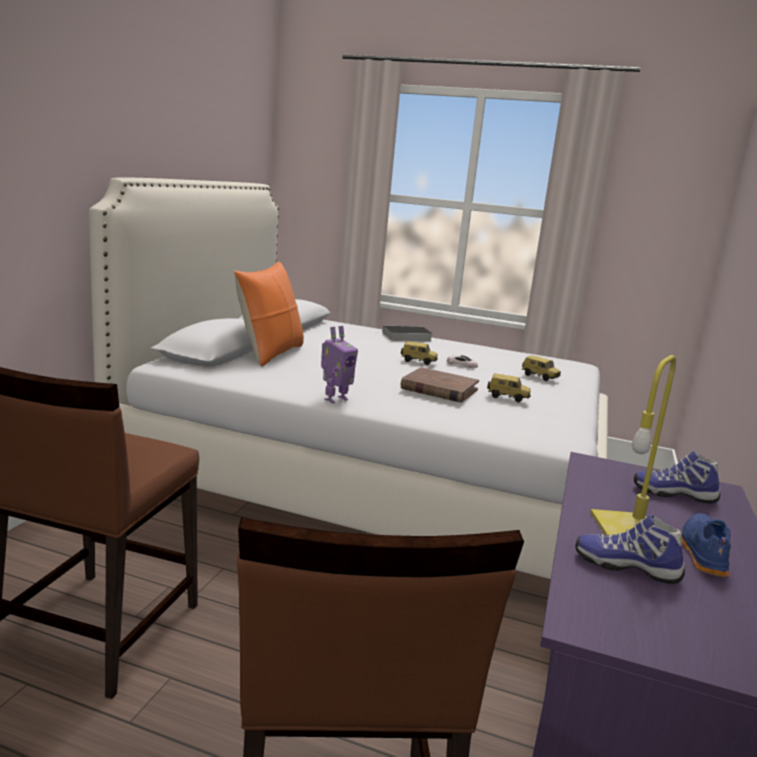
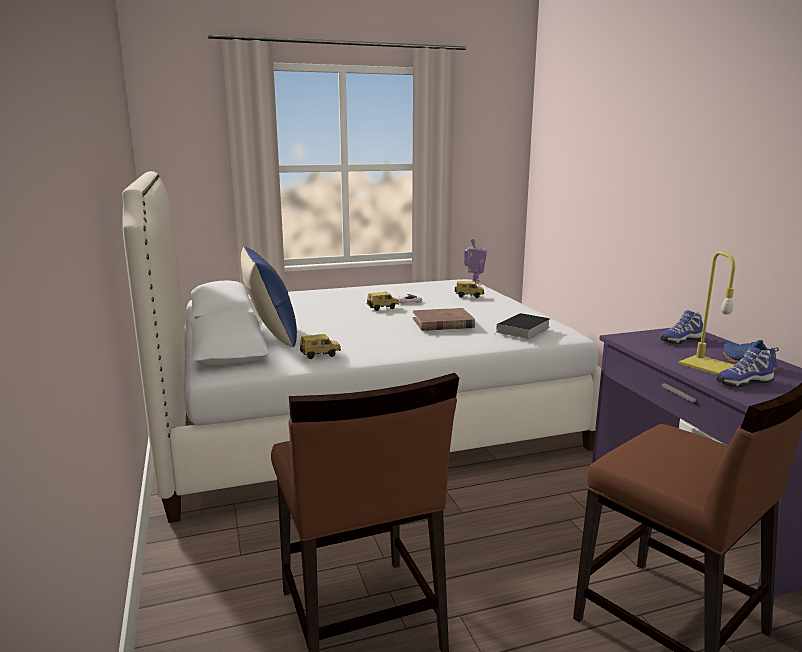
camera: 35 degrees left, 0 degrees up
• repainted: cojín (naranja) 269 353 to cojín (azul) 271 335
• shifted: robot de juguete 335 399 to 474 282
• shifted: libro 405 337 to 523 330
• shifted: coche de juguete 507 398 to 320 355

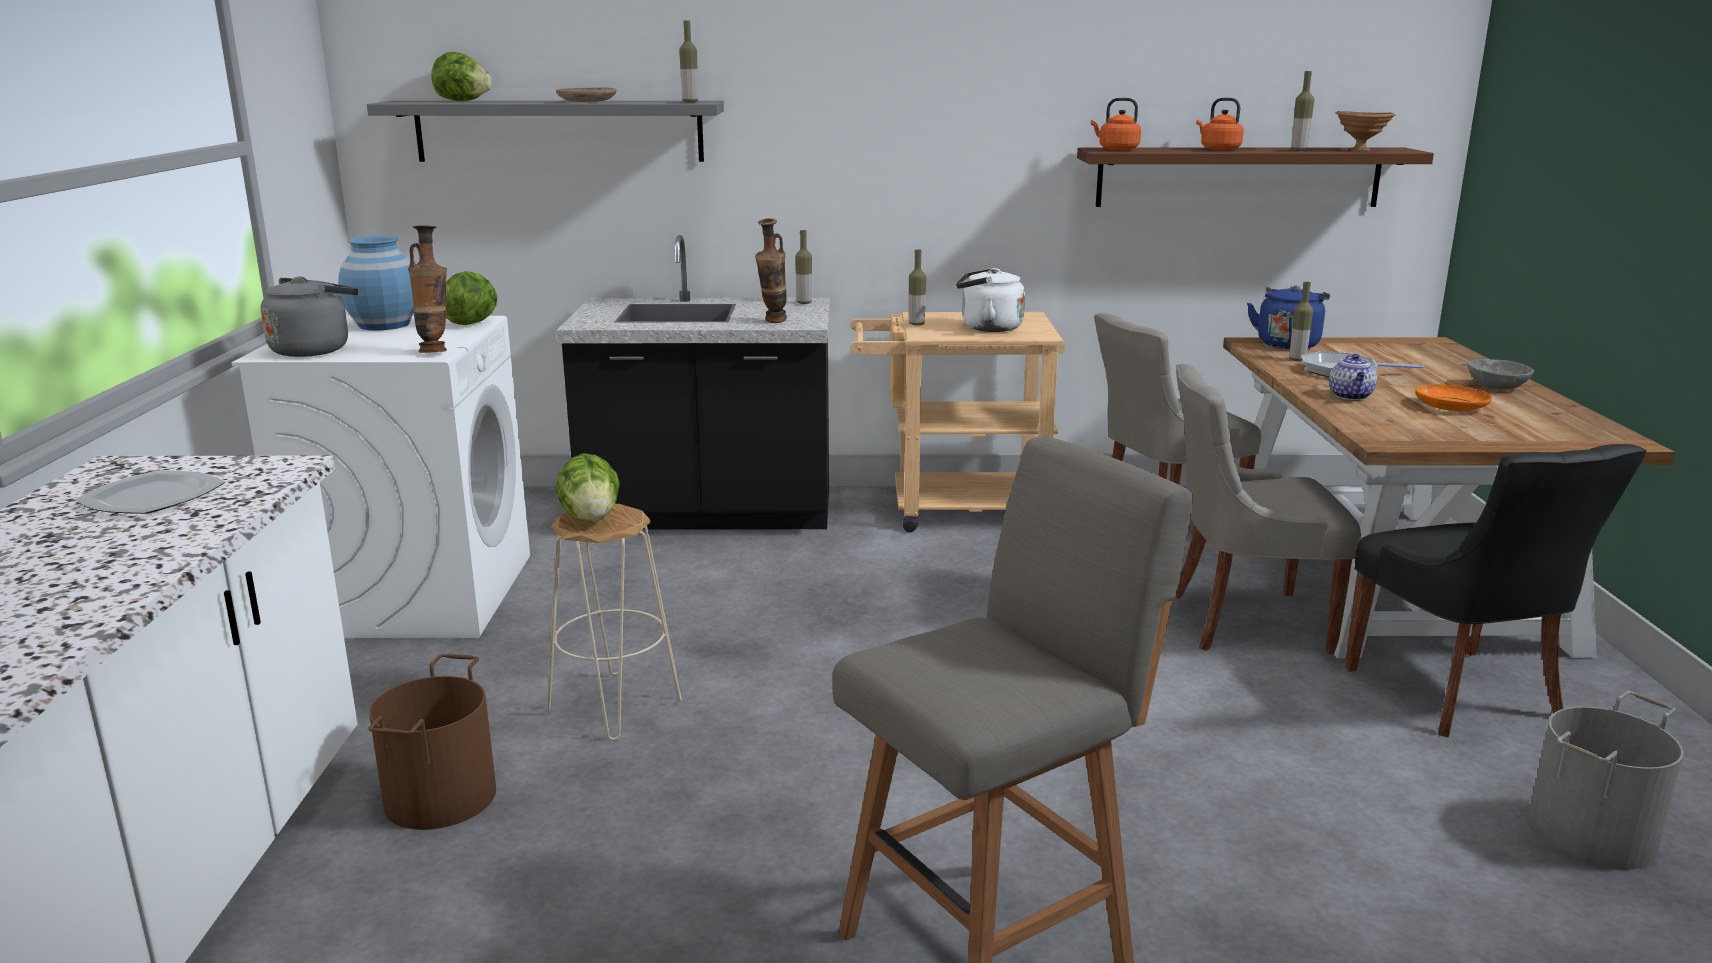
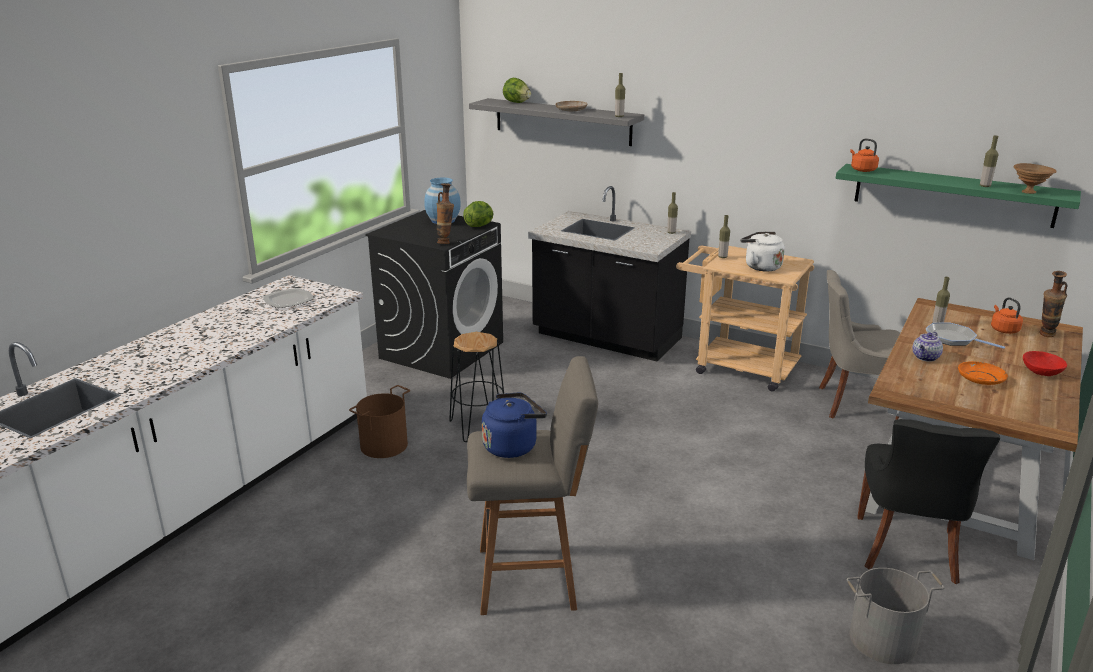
camera: 30 degrees right, 5 degrees up
• repainted: lavadora (blanco) 416 594 to lavadora (negro) 442 350
• gone: hervidor (gris) 314 350
• repainted: taburete (beis) 616 706 to taburete (negro) 479 427
• gone: lechuga 591 518
• shifted: florero 773 322 to 1045 336
• repainted: estante (marrón) 1238 177 to estante (verde) 953 195
• gone: silla (gris) 1244 621
• shifted: hervidor (naranja) 1218 149 to 1003 329
• shifted: hervidor (azul) 1288 344 to 512 446
• repainted: cuenco (gris) 1495 387 to cuenco (rojo) 1040 372

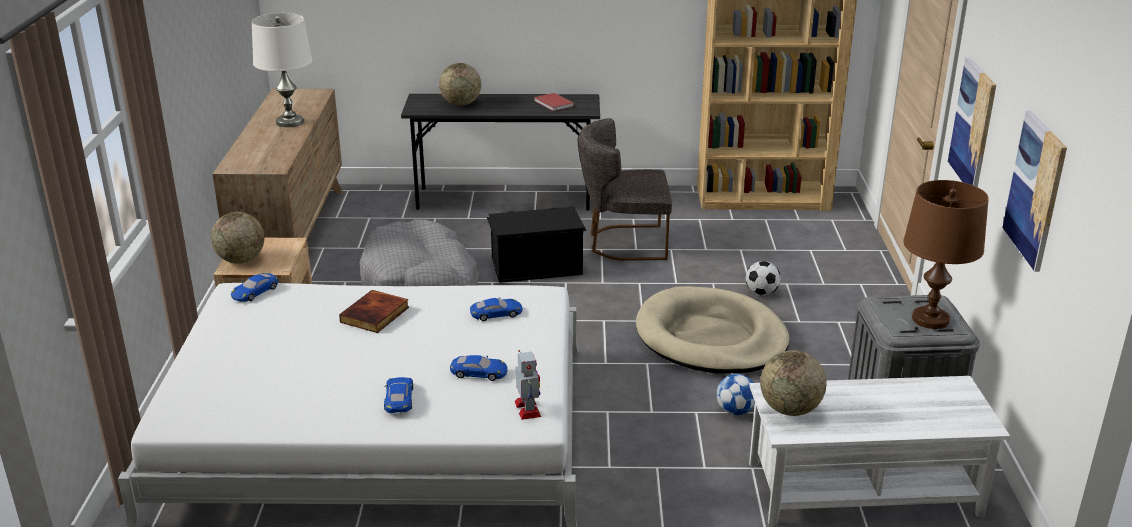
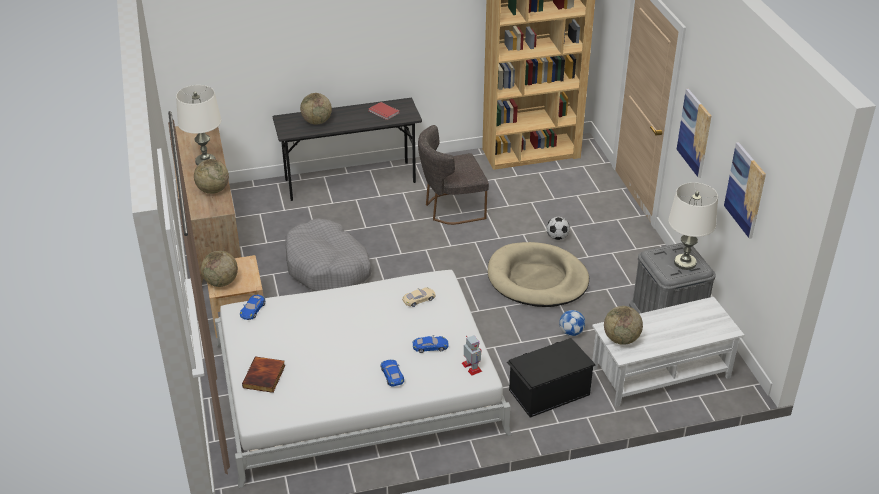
camera: 15 degrees left, 10 degrees up
• shifted: libro 375 315 to 265 377
• repainted: coche de juguete (azul) 496 313 to coche de juguete (beis) 419 299
• shifted: caja de almacenaje (negro) 535 266 to 548 392
• repainted: lámpara de mesa (marrón) 930 319 to lámpara de mesa (blanco) 685 263
• new: globo terráqueo 213 190

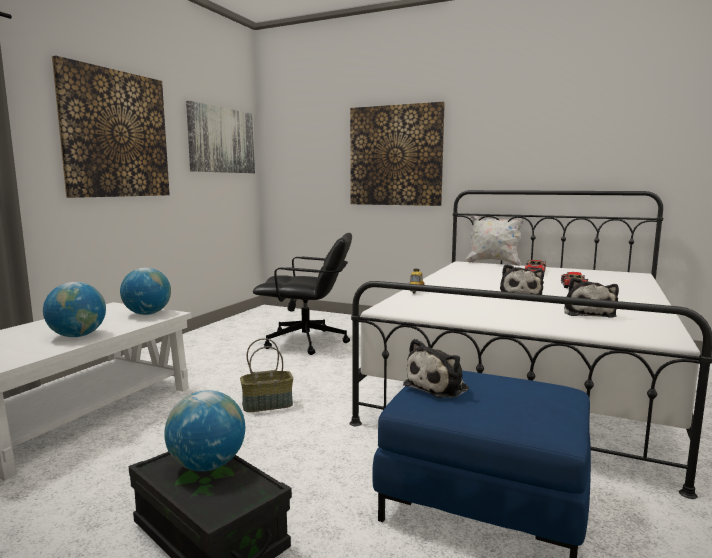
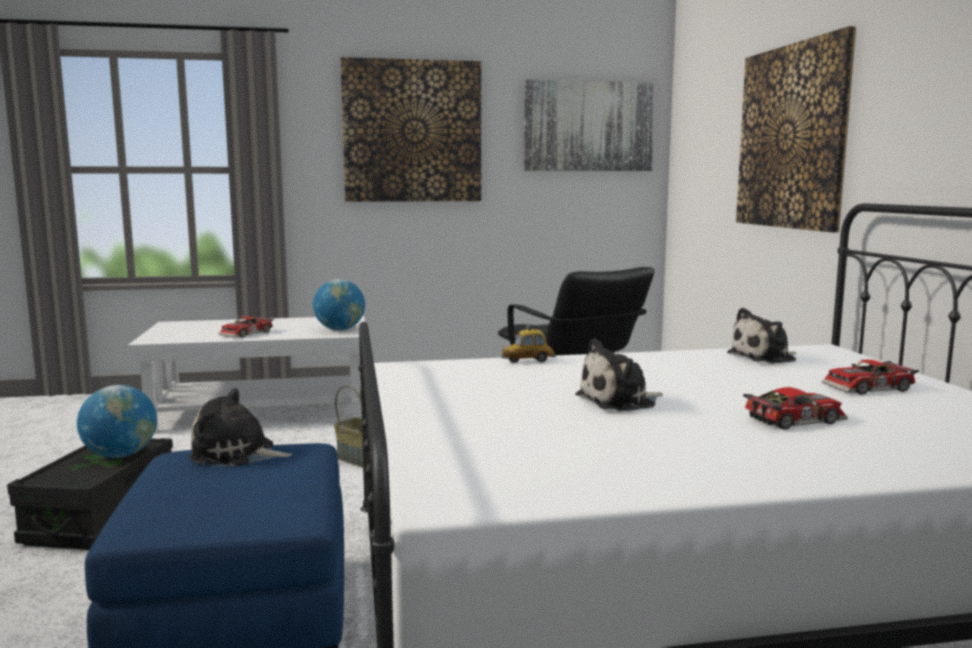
camera: 55 degrees right, 0 degrees up
• swapped: globo terráqueo 78 336 to coche de juguete 248 334
• gone: cojín (blanco) 493 263
• shifted: peluche 588 313 to 765 357

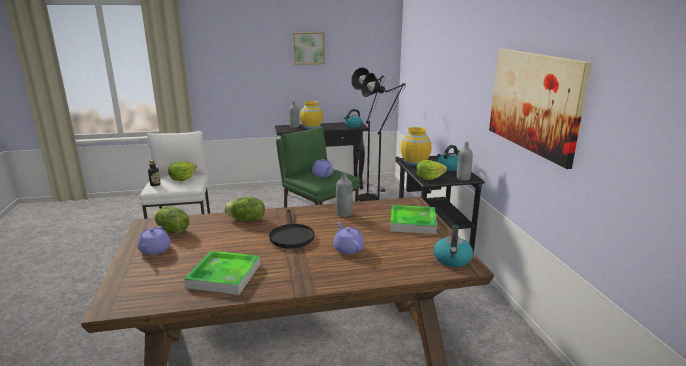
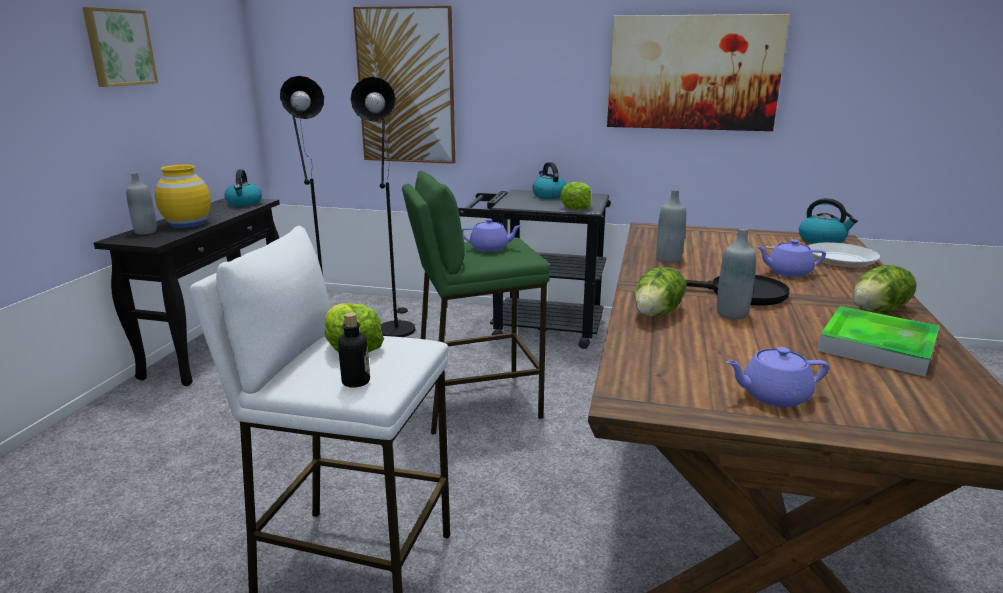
camera: 65 degrees left, 0 degrees up
• rotated: tetera (morado) 154 250 = 773 396 150 degrees clockwise
• shifted: lechuga 172 231 to 879 310
• gone: bandeja 412 222
• gone: florero (amarillo) 415 163
• shifted: botella (gris) 463 178 to 731 314
• new: cuadro 406 86
• new: sartén 835 259

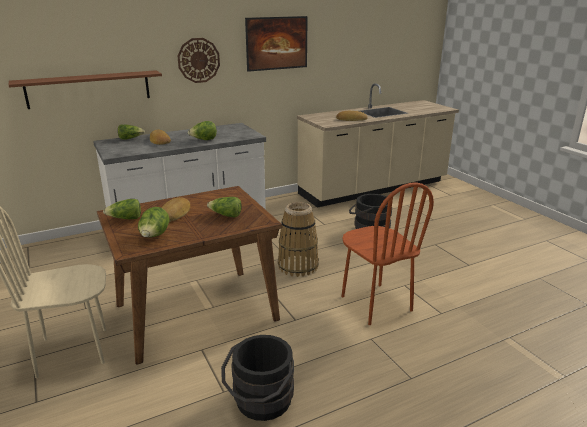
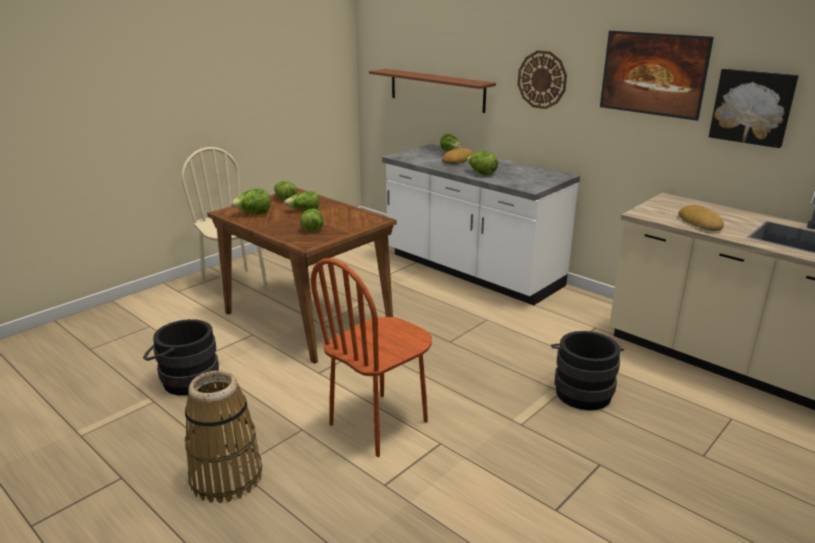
camera: 70 degrees right, 0 degrees up
• swapped: pan 174 214 to lechuga 304 210
• shifted: cesta 298 266 to 226 477
• new: cuadro 752 107

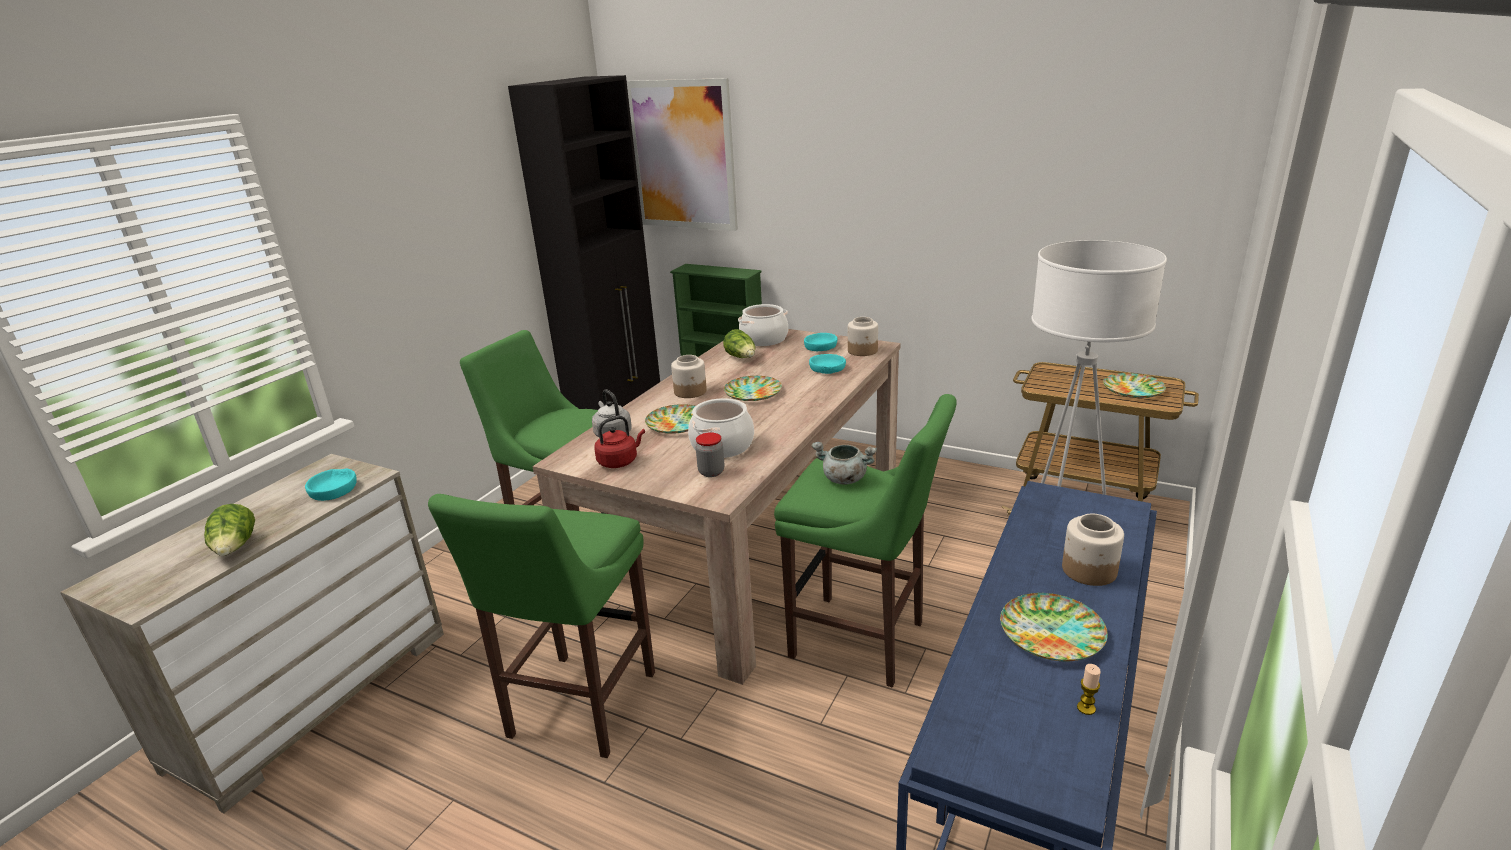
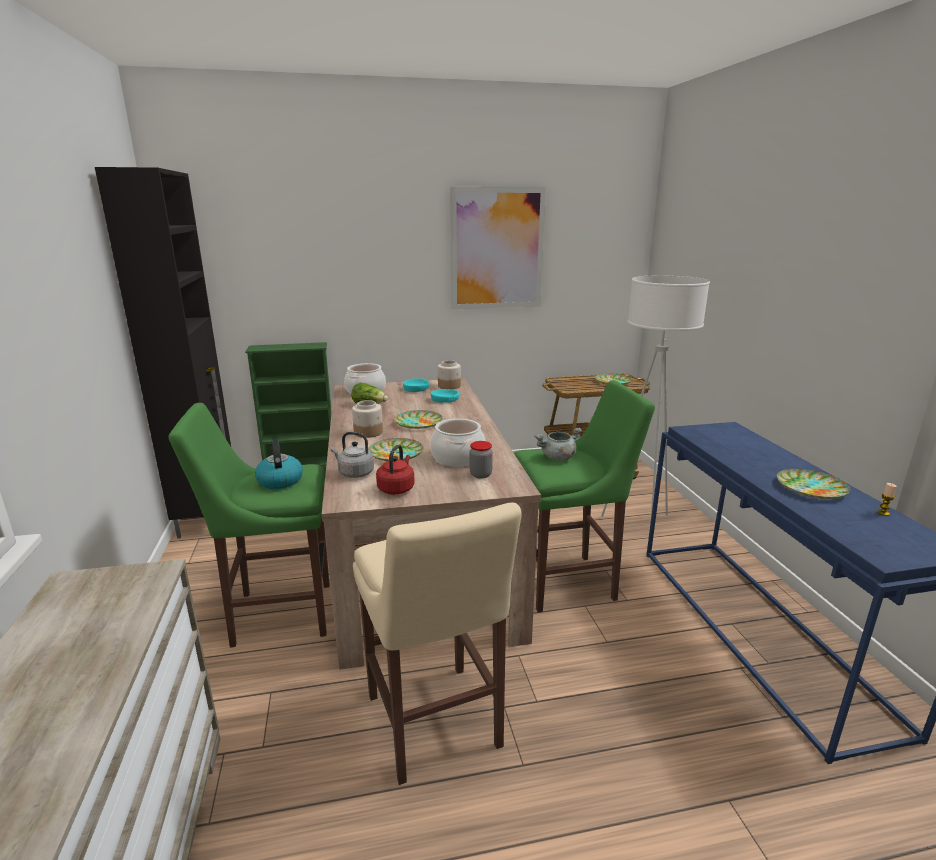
camera: 40 degrees left, 5 degrees down
• gone: lechuga 236 547
• gone: cuenco (turquesa) 333 490
• repainted: taburete (verde) 578 709 to taburete (beis) 435 726
• shifted: cuadro 682 155 to 497 249
• gone: tarro 1088 570
• new: hervidor 280 480

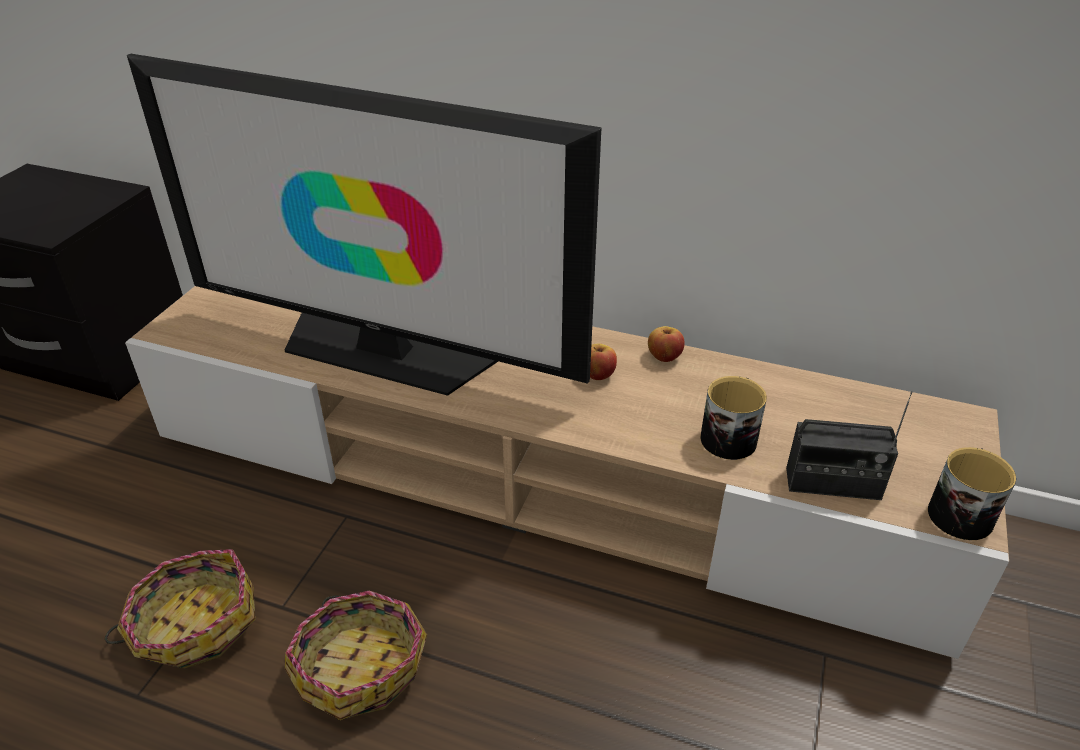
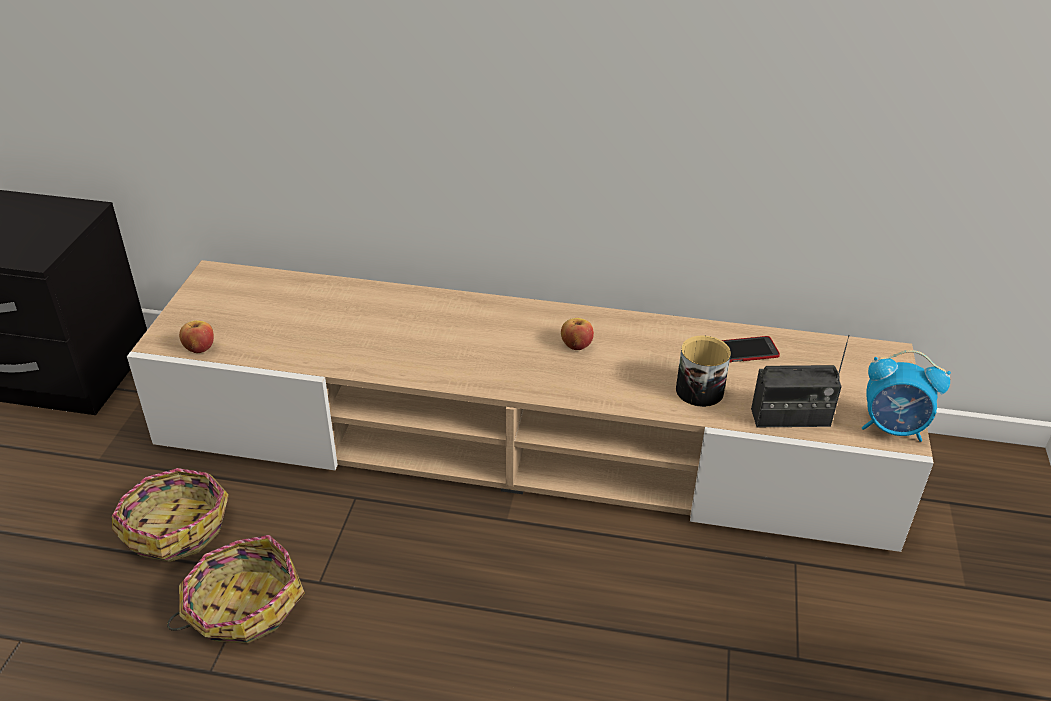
camera: 10 degrees left, 0 degrees up
• gone: televisor 384 351
• shifted: cesta 361 665 to 176 526
• shifted: manzana 664 356 to 199 348
• swapped: taza grande 961 511 to despertador 893 428
• new: móvil 745 351

